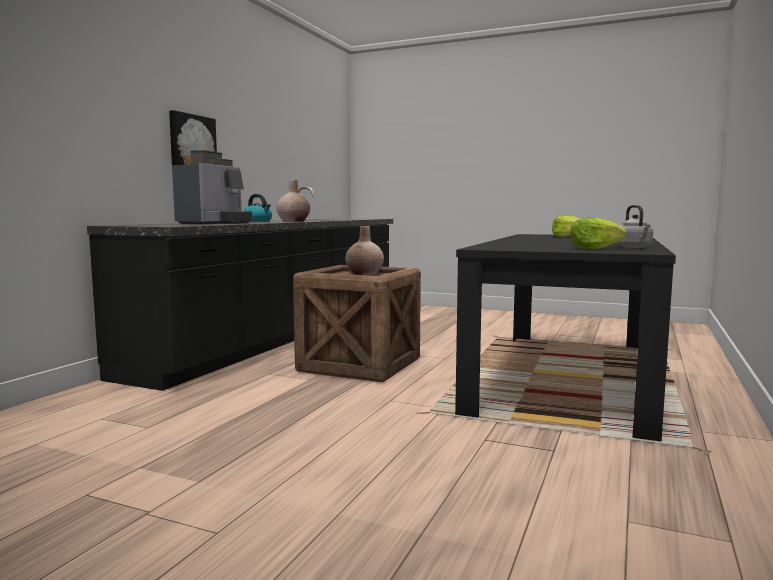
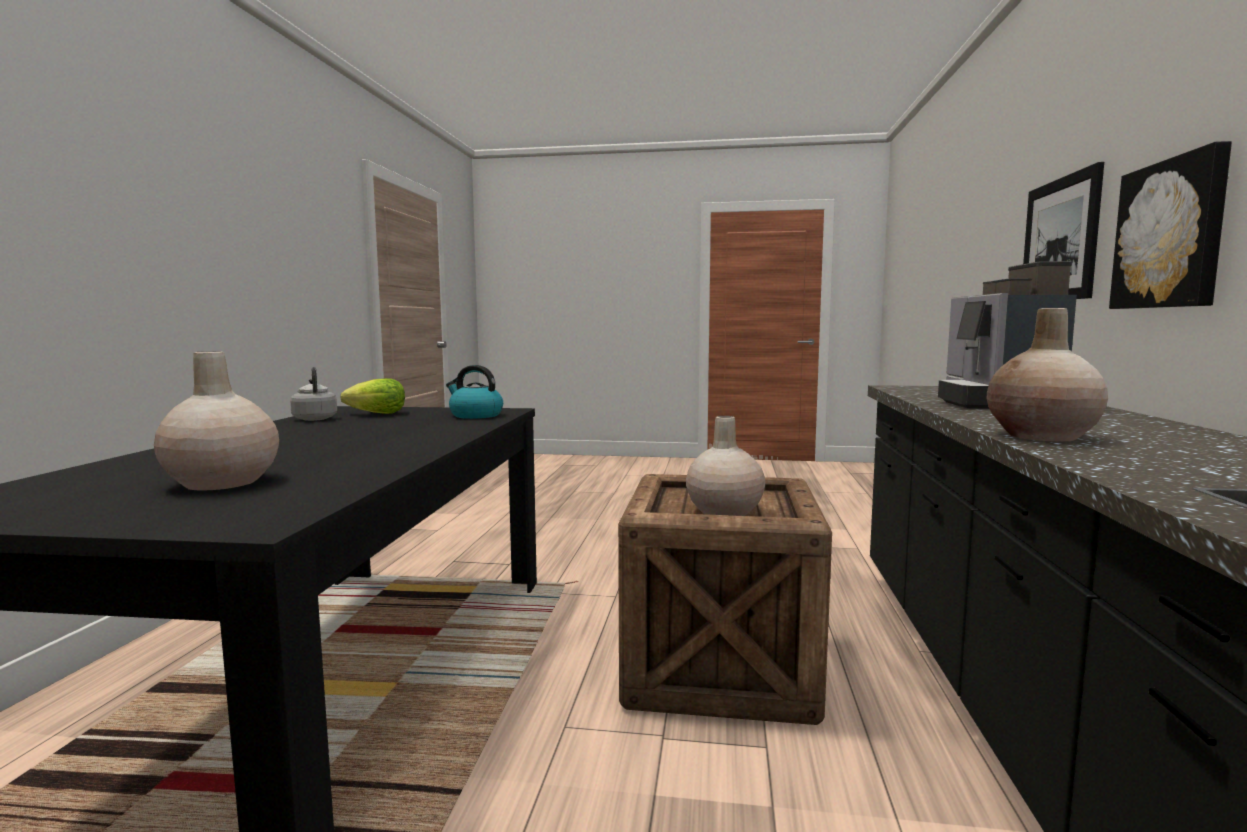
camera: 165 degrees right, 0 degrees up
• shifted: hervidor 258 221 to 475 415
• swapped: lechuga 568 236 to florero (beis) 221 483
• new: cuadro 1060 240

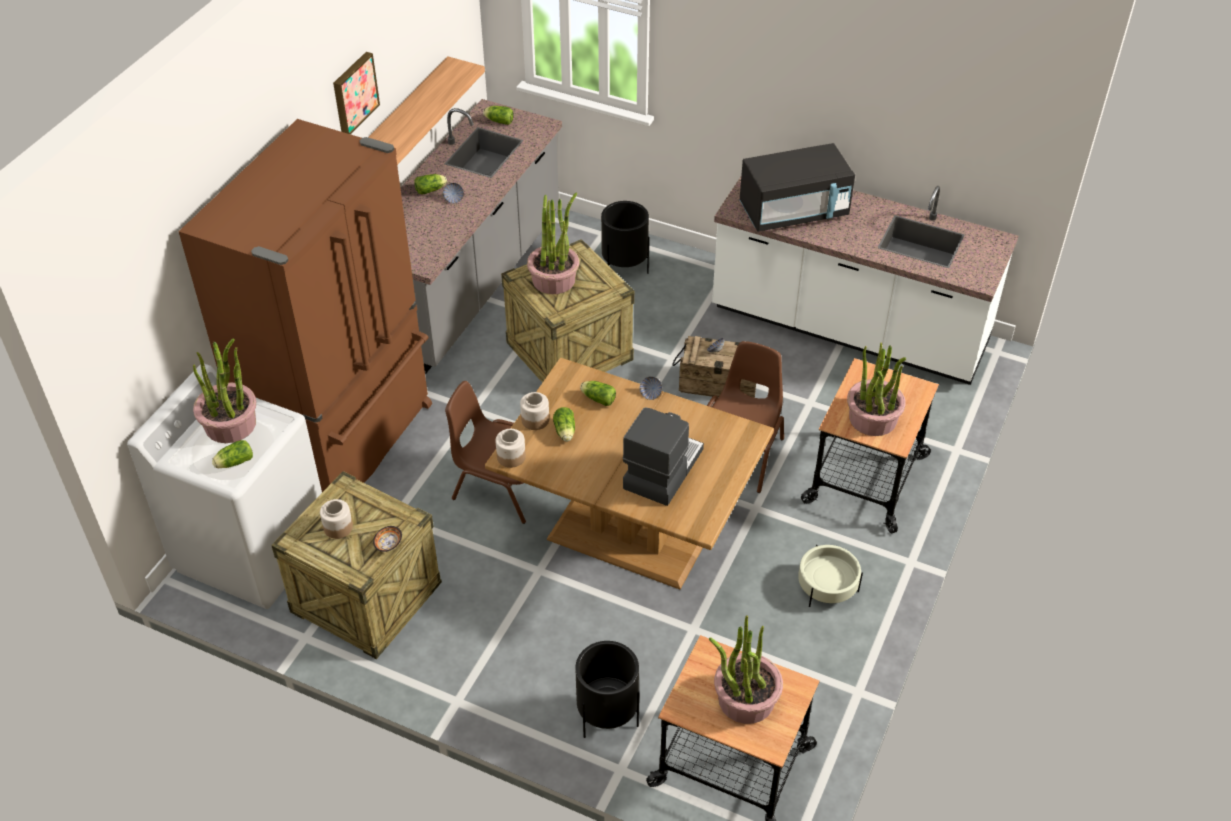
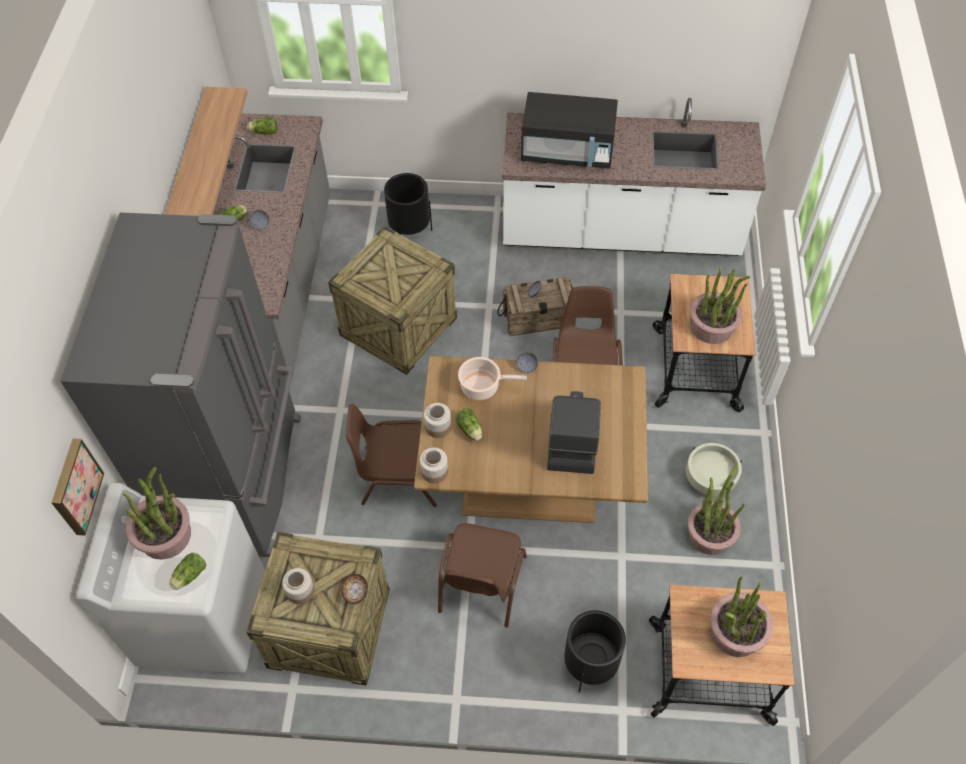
camera: 20 degrees left, 10 degrees up
• repainted: nevera (marrón) 348 443 to nevera (gris) 242 481
• shifted: cuadro 354 93 to 74 487
• shifted: planta en maceta 554 279 to 710 534
• swapped: lechuga 597 398 to olla 482 387
• rotated: microondas (negro) 794 212 = 567 151 45 degrees clockwise
• new: silla (marrón) 480 585

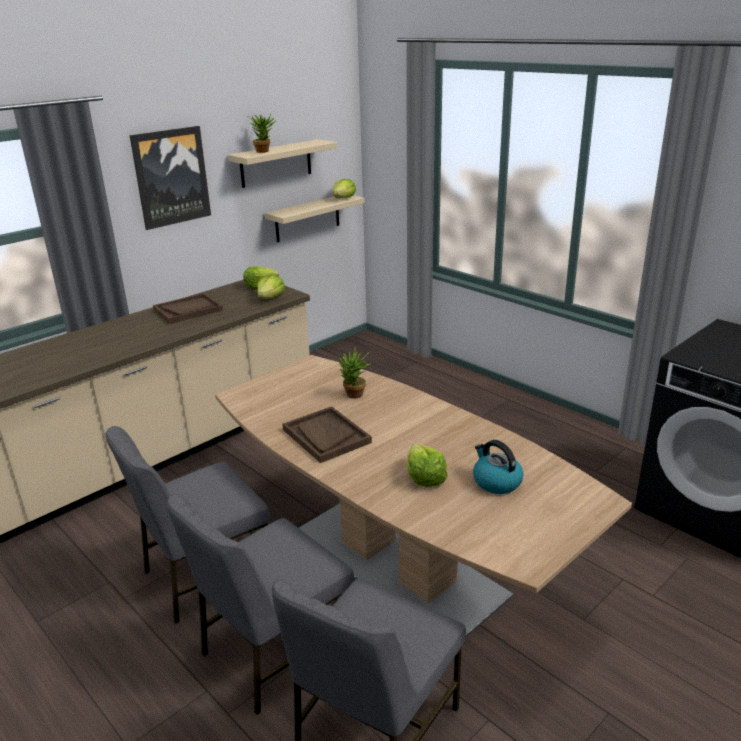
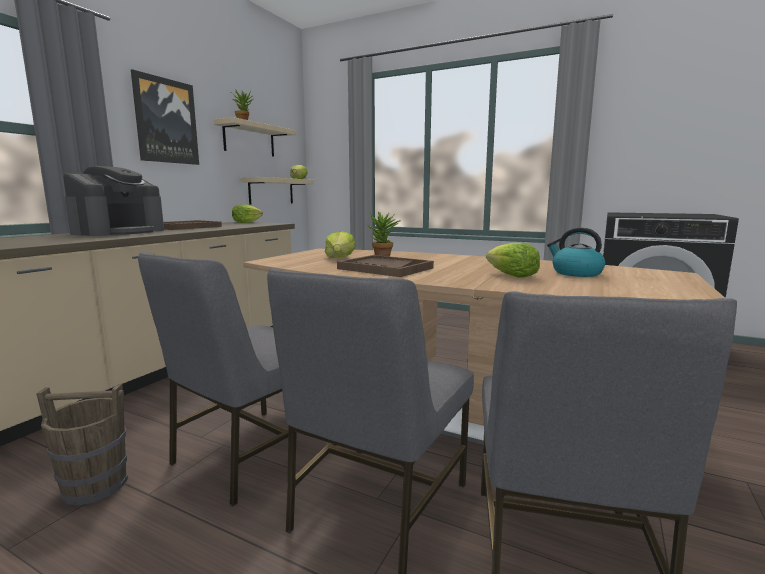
camera: 20 degrees left, 15 degrees down
• shifted: lechuga 270 298 to 340 258
• new: cubo (marrón) 94 485
• new: cafetera 119 232

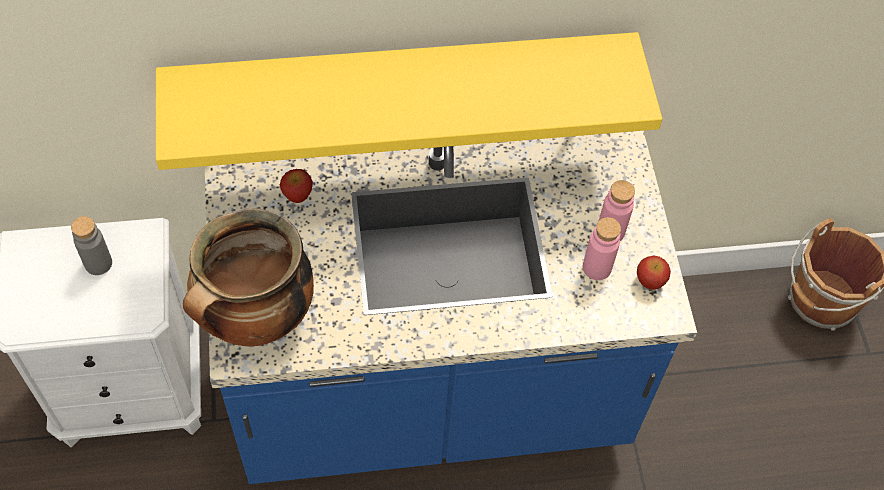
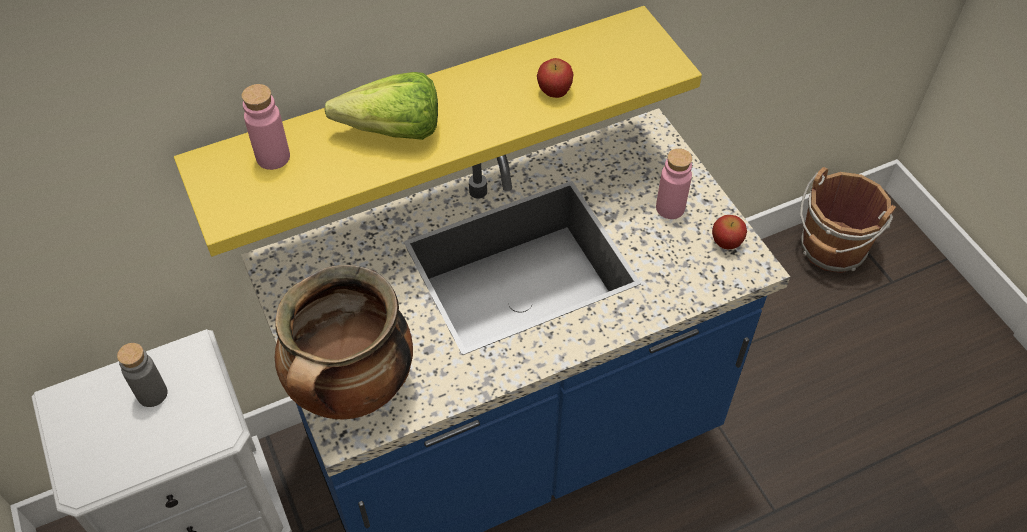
camera: 15 degrees left, 5 degrees down
• shifted: manzana 297 194 to 554 91
• shifted: botella (rosa) 597 267 to 273 157
• new: lechuga 384 130

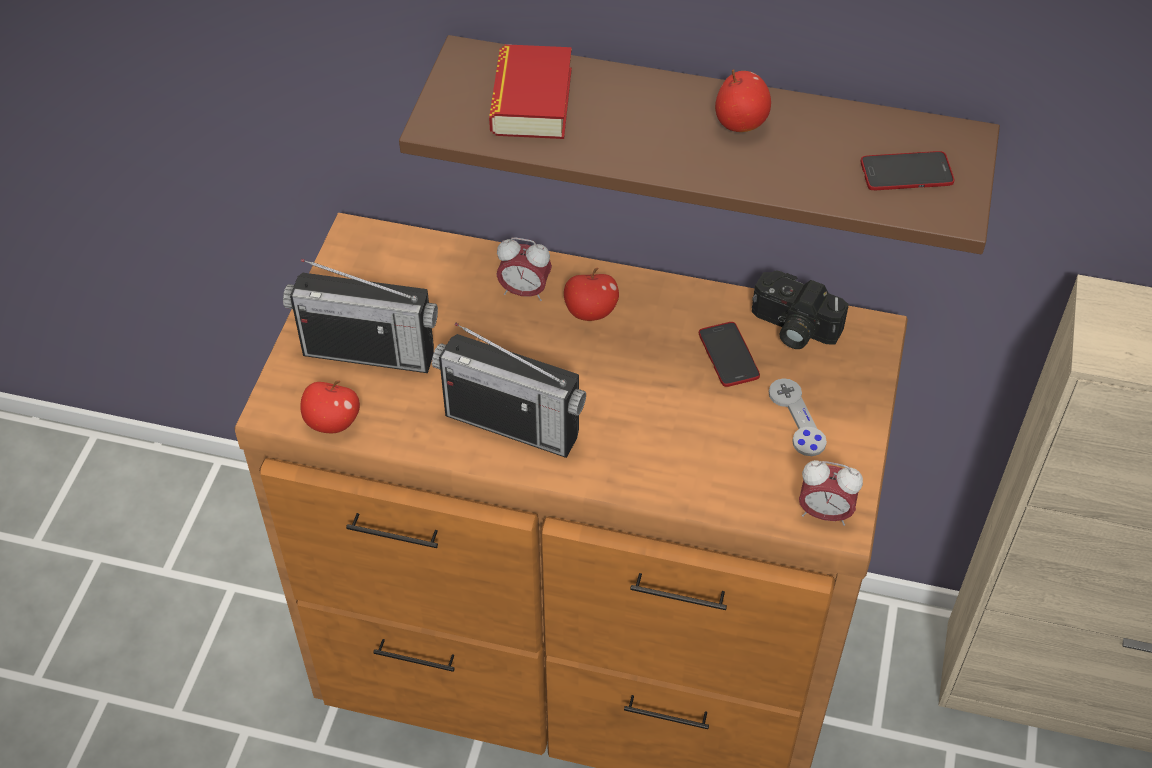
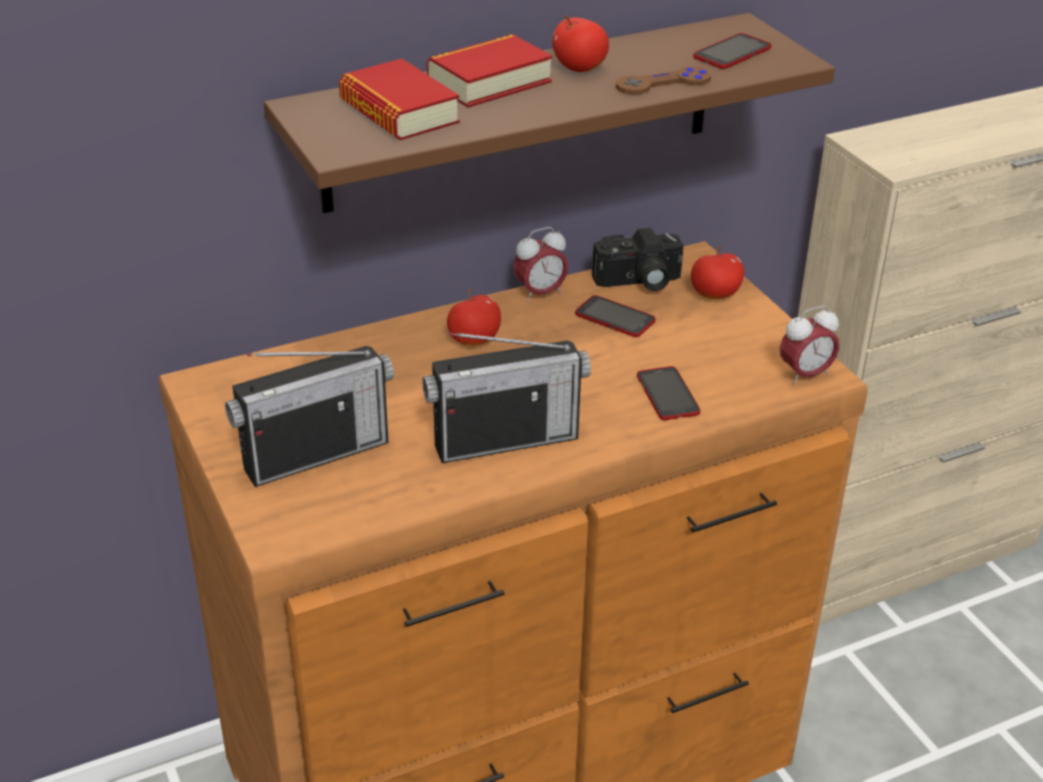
camera: 40 degrees left, 15 degrees down
• shifted: manzana 332 422 to 715 295
• shifted: despertador 524 291 to 540 293
• gone: mando de consola (gris) 796 418
• new: libro 489 82
• new: mando de consola (marrón) 663 83
• new: móvil 667 395

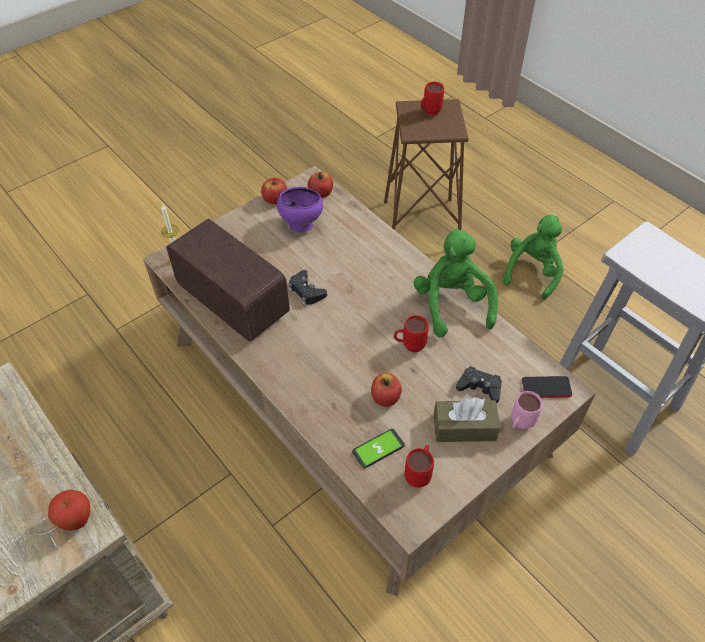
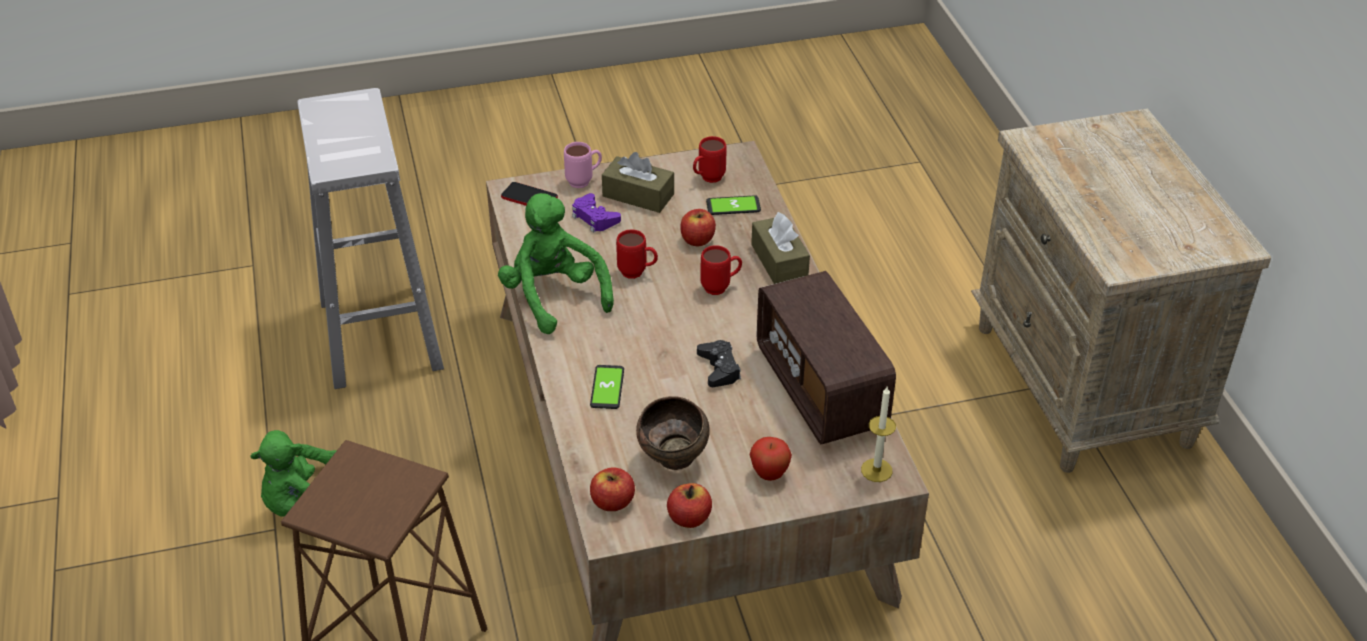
camera: 155 degrees left, 10 degrees down
• shifted: manzana 77 520 to 769 474
• repainted: cuenco (morado) 300 225 to cuenco (marrón) 674 461
• rotated: peluche (verde) 452 304 = 554 296 135 degrees clockwise
• shifted: taza grande (rojo) 429 113 to 721 287
• repainted: mando de consola (negro) 479 387 to mando de consola (morado) 594 218
• new: móvil 607 388
• new: caja de pañuelos (marrón) 779 261

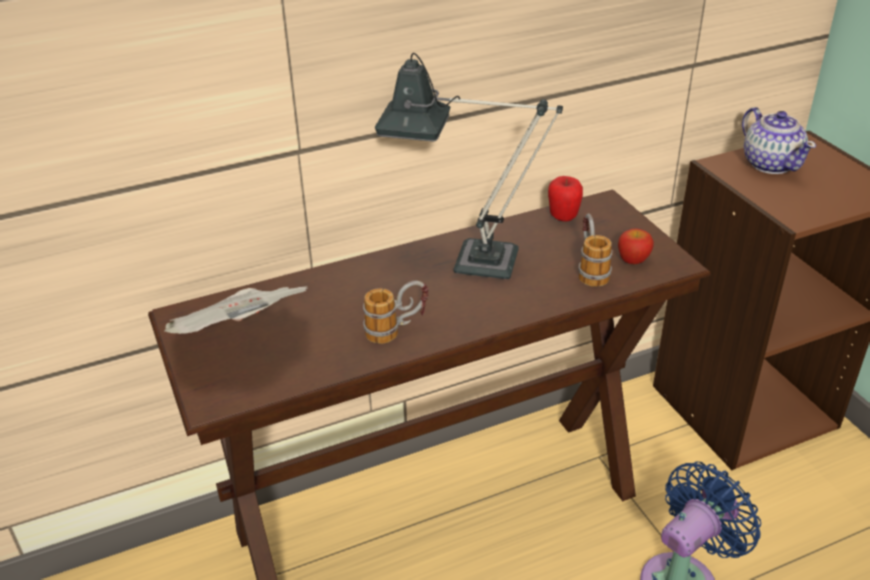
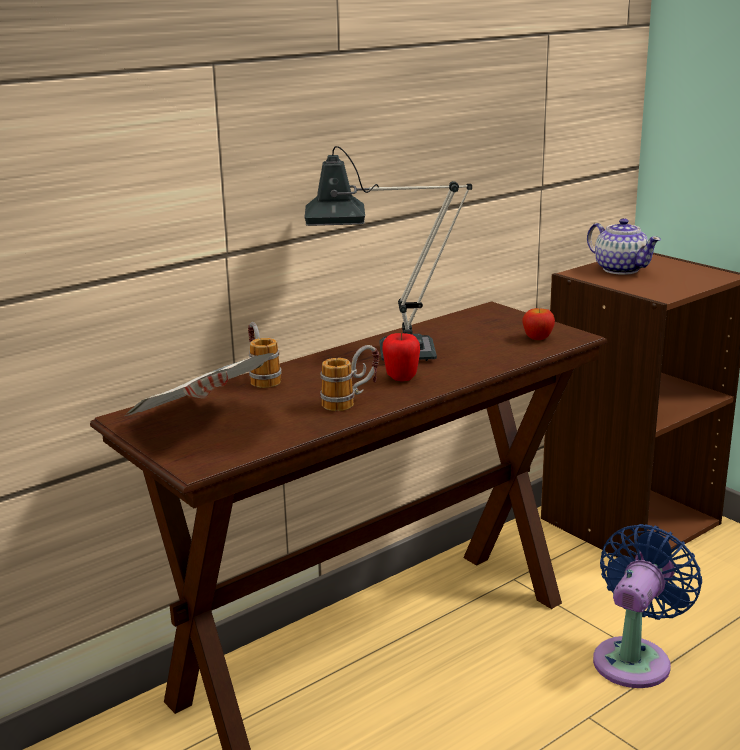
camera: 15 degrees left, 15 degrees down
• shifted: manzana 563 217 to 401 378
• shifted: taza grande 590 269 to 261 377

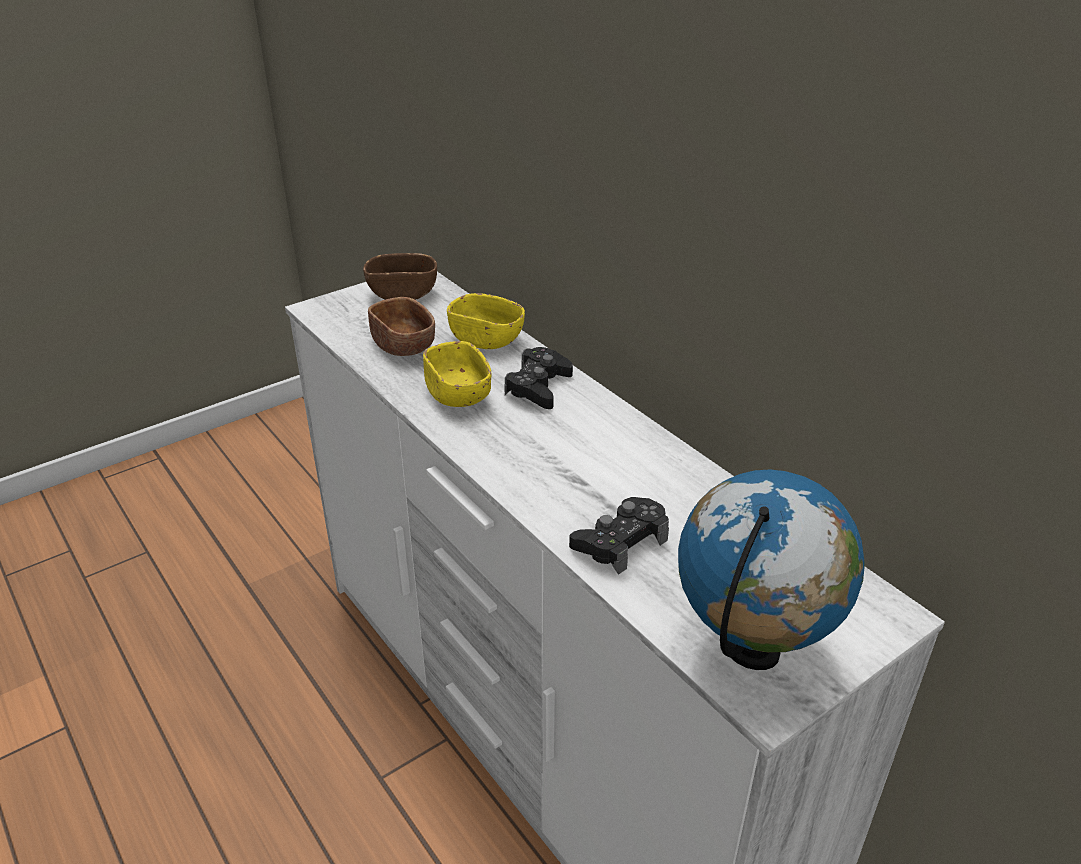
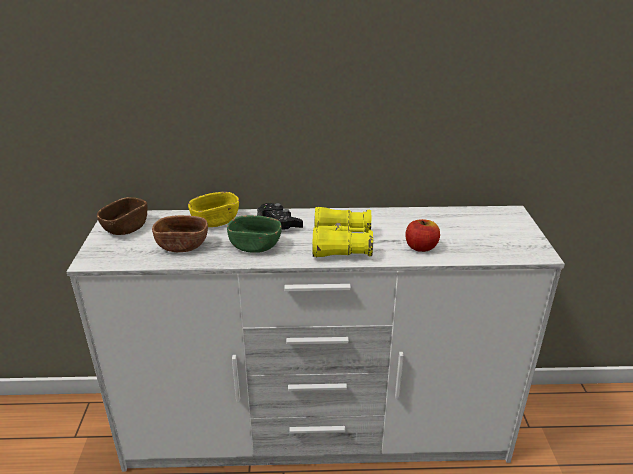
camera: 55 degrees left, 5 degrees down
• repainted: cuenco (amarillo) 458 394 to cuenco (verde) 255 246
• swapped: mando de consola (negro) 620 542 to manzana 421 247
• gone: globo terráqueo 752 651
• new: prismáticos (amarillo) 341 244

